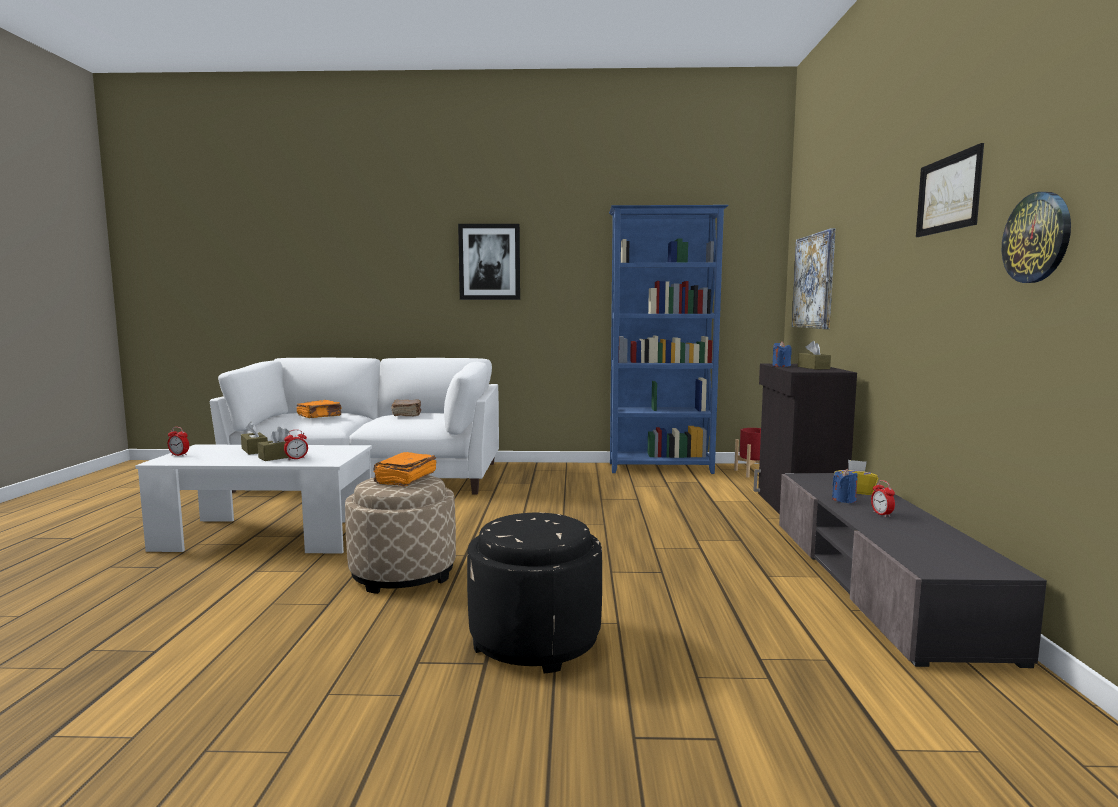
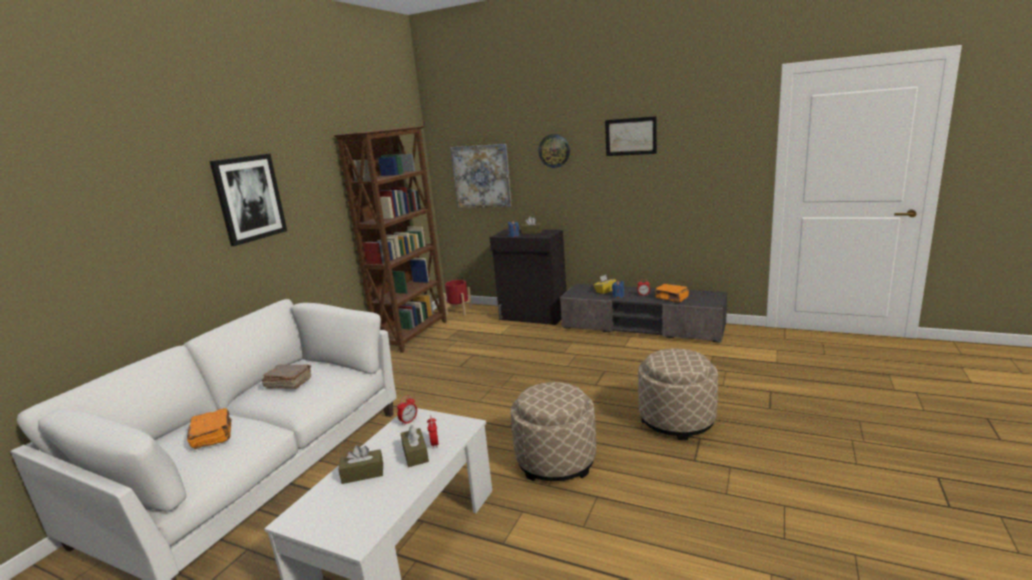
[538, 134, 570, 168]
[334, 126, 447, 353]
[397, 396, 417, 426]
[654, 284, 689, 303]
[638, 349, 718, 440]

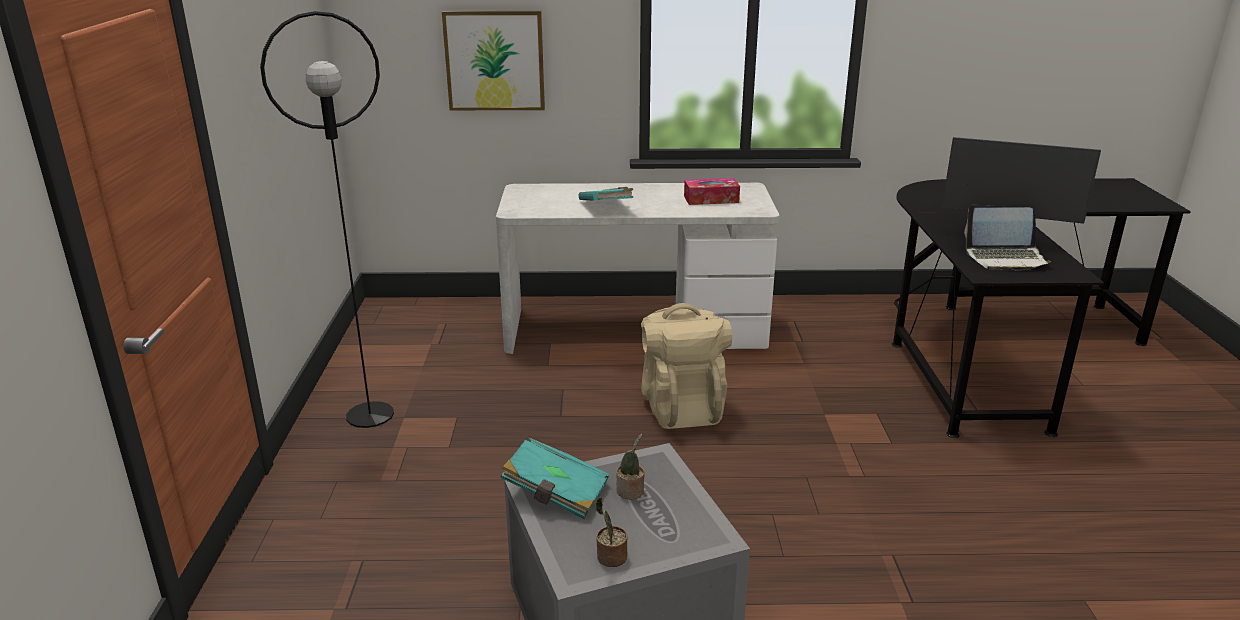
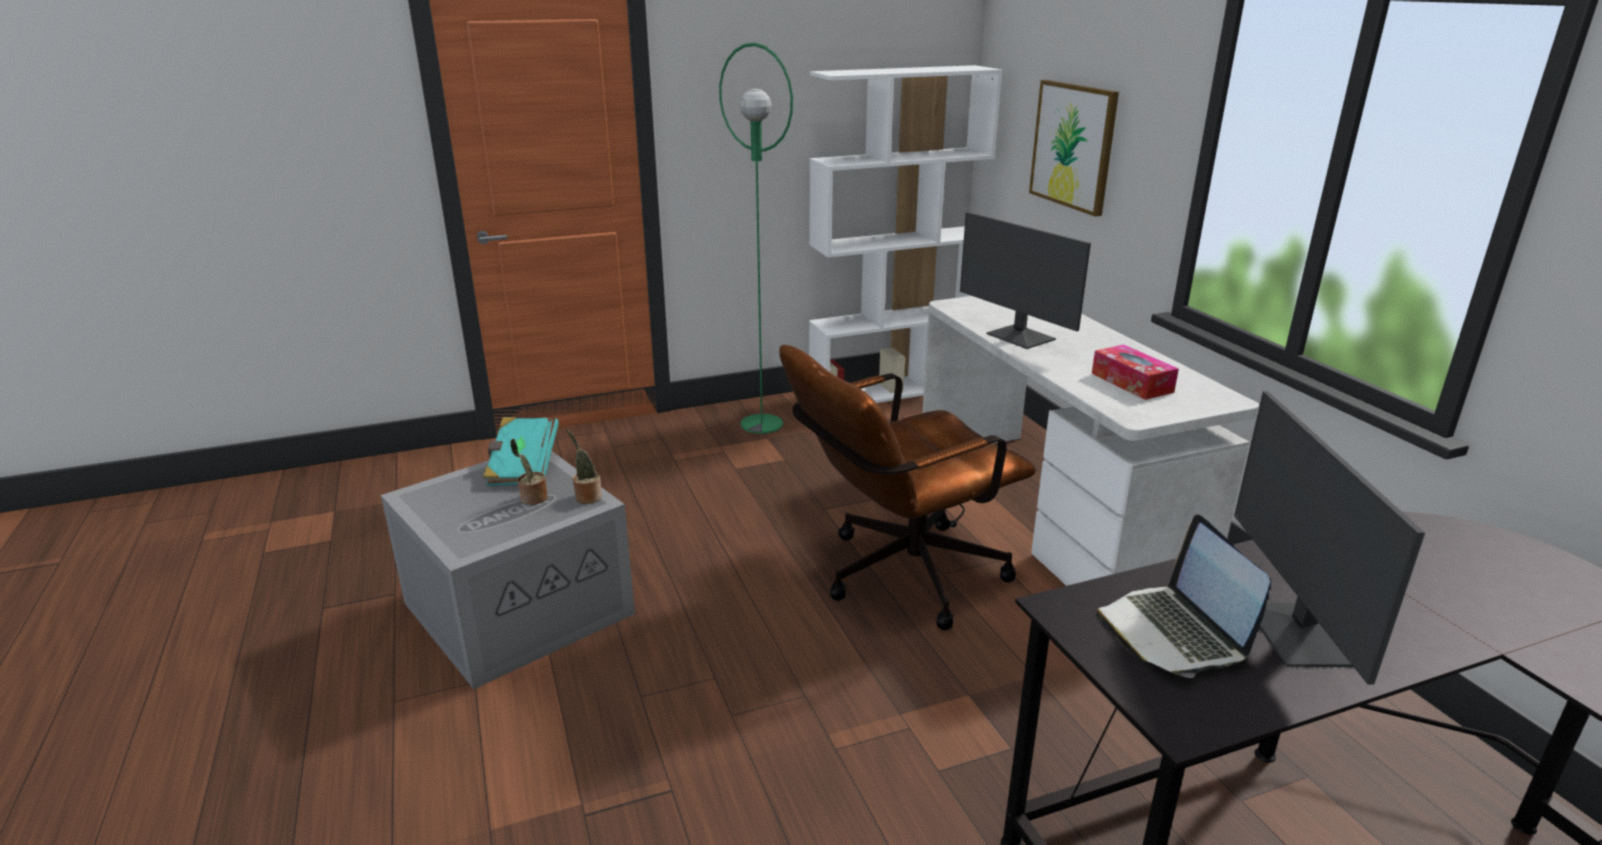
[719, 43, 793, 434]
[960, 212, 1091, 349]
[779, 345, 1036, 630]
[566, 430, 602, 504]
[809, 65, 1002, 403]

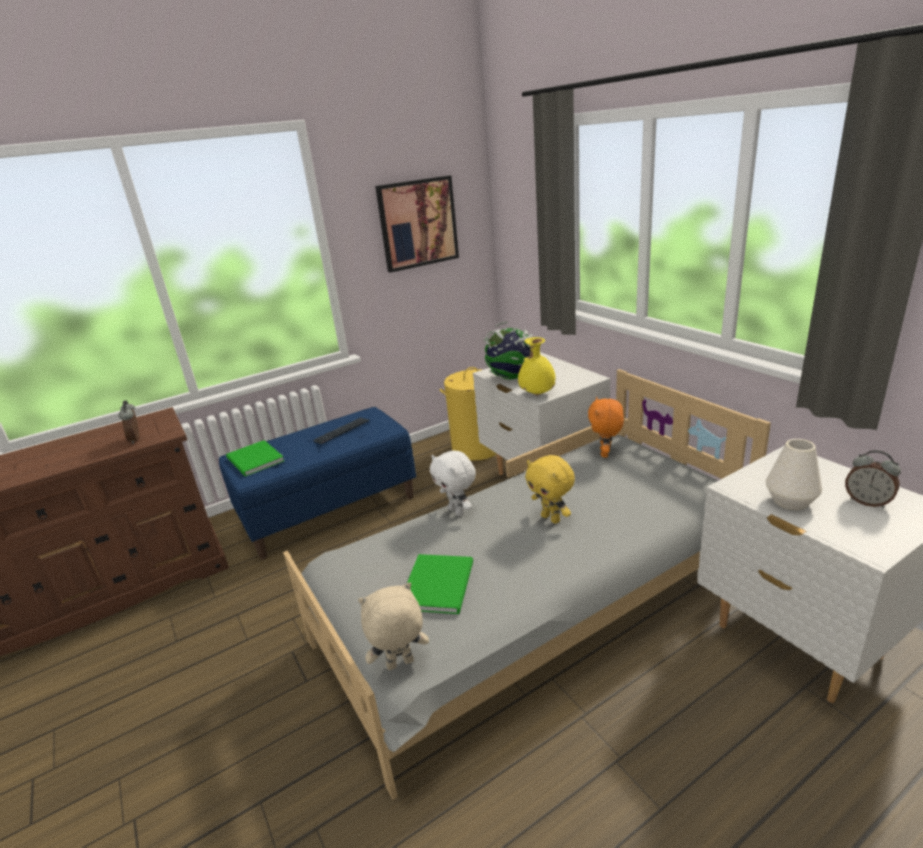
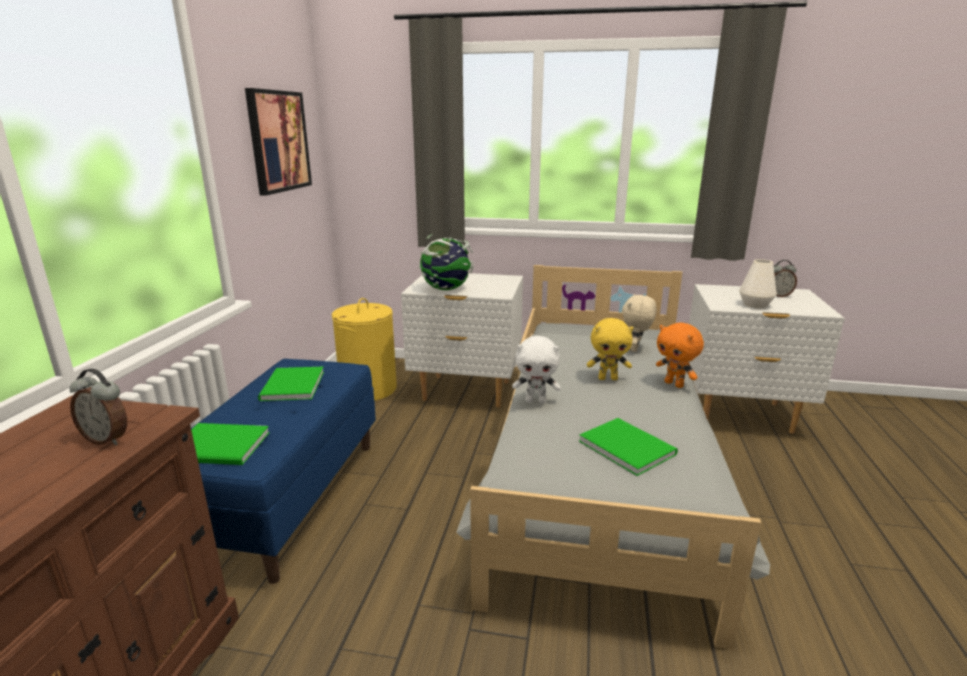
[518, 337, 556, 396] (first image)
[656, 322, 704, 388]
[258, 367, 324, 401]
[622, 294, 657, 352]

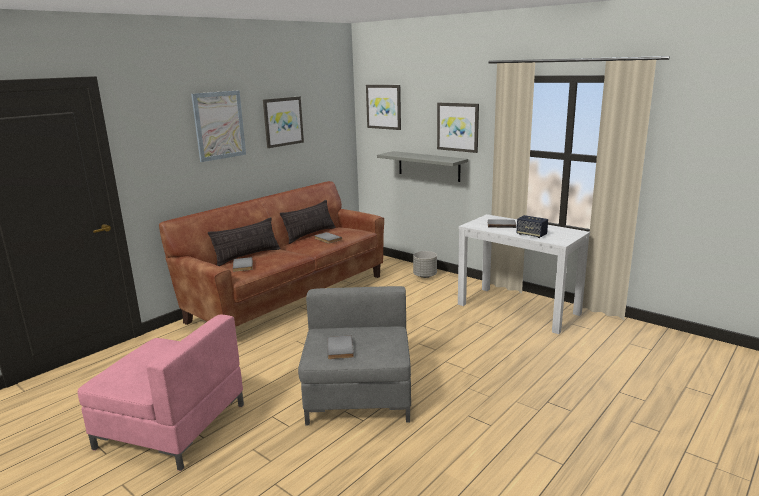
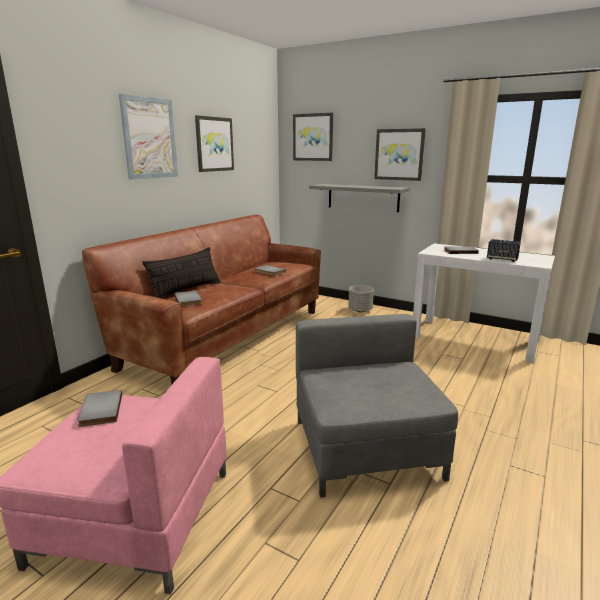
[280, 200, 336, 244] (first image)
[77, 390, 122, 427]

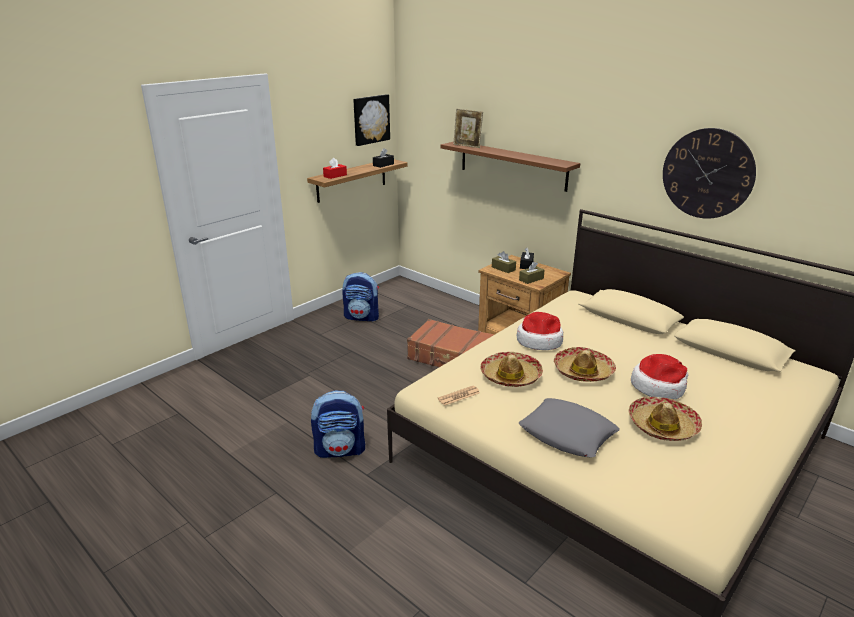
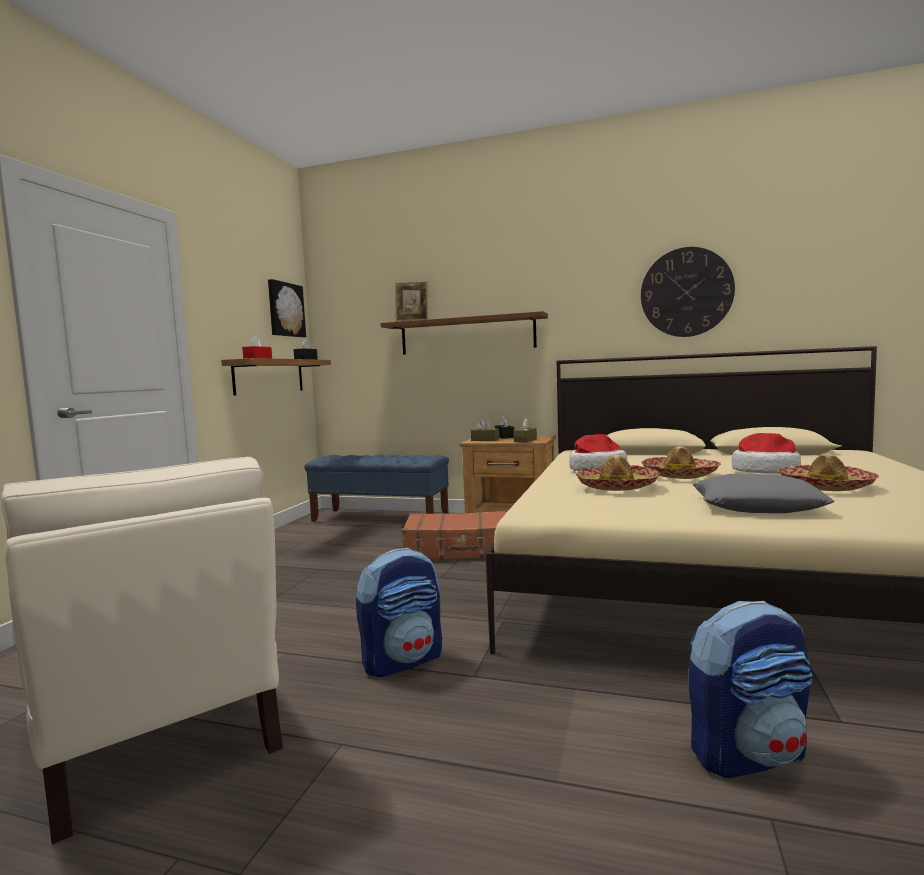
[689, 601, 813, 778]
[438, 385, 480, 406] (first image)
[304, 454, 449, 522]
[1, 457, 283, 844]

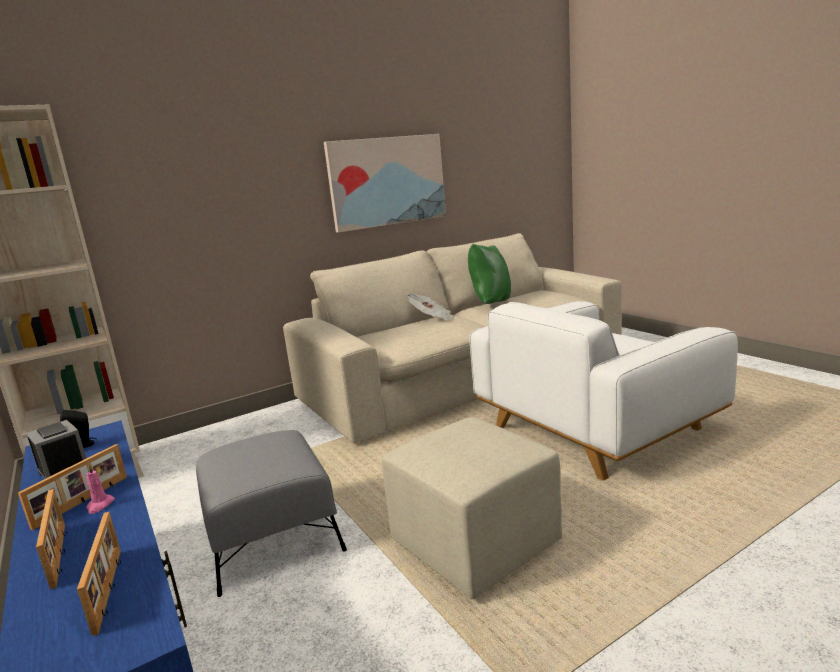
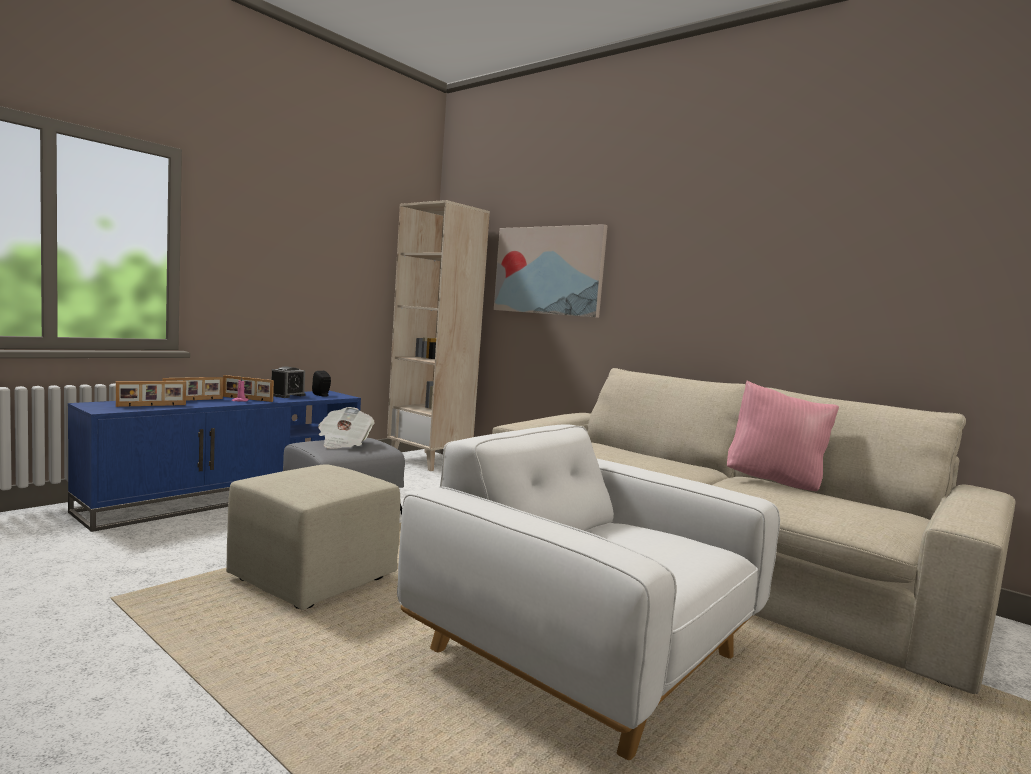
[494, 224, 607, 318]
[727, 381, 839, 491]
[318, 407, 375, 449]

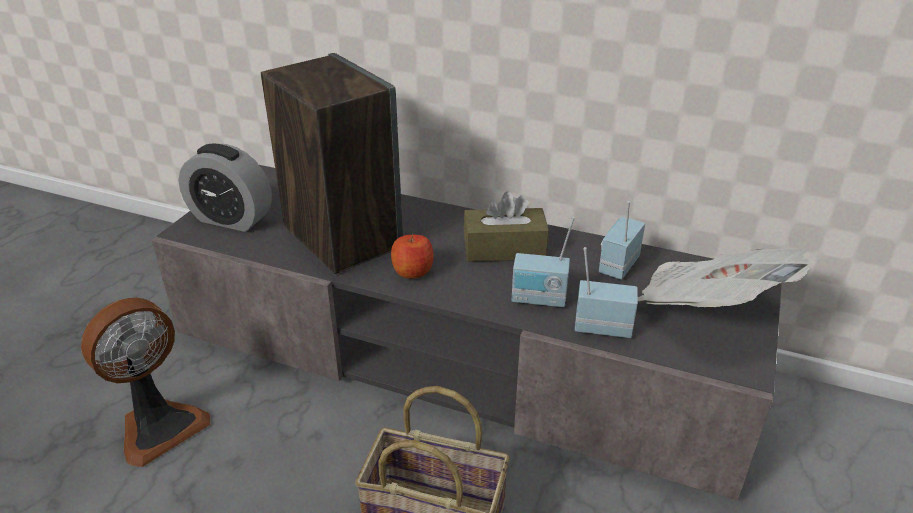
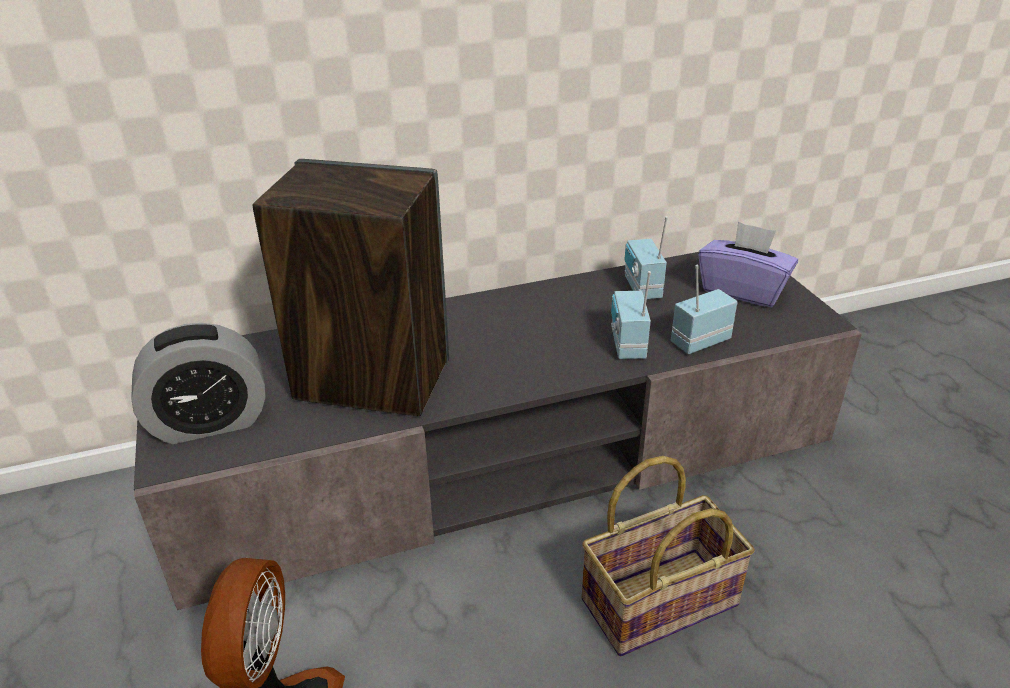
[463, 191, 549, 262] (first image)
[611, 271, 651, 359]
[391, 234, 434, 279] (first image)
[698, 222, 798, 307]

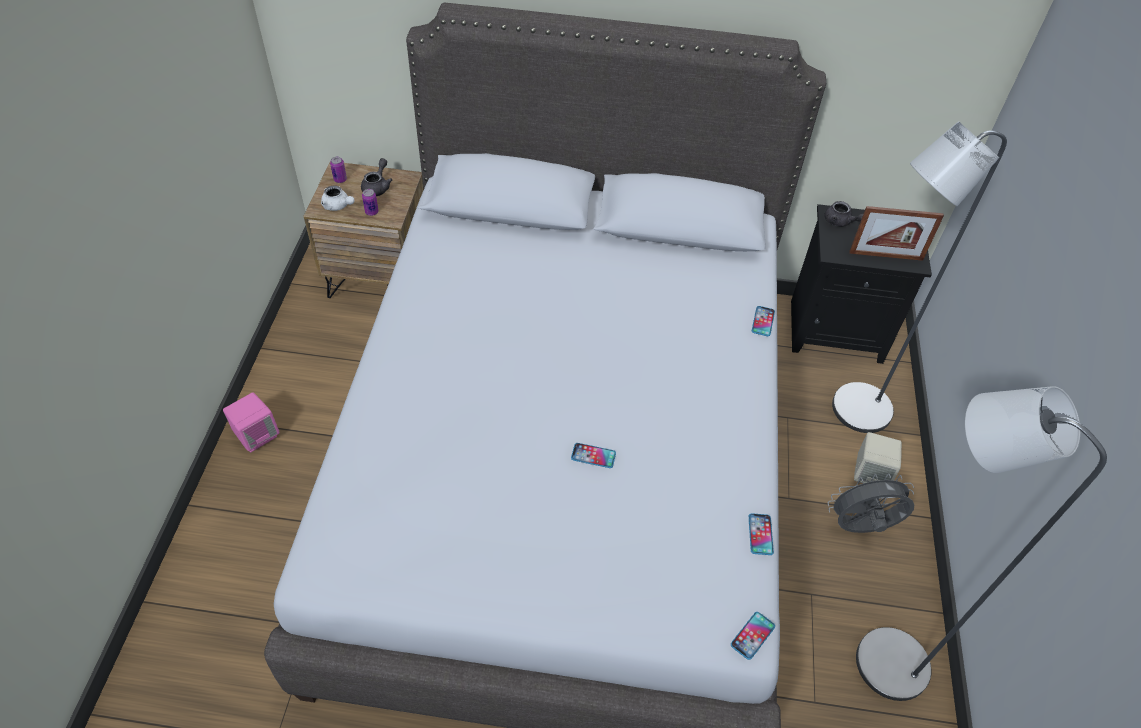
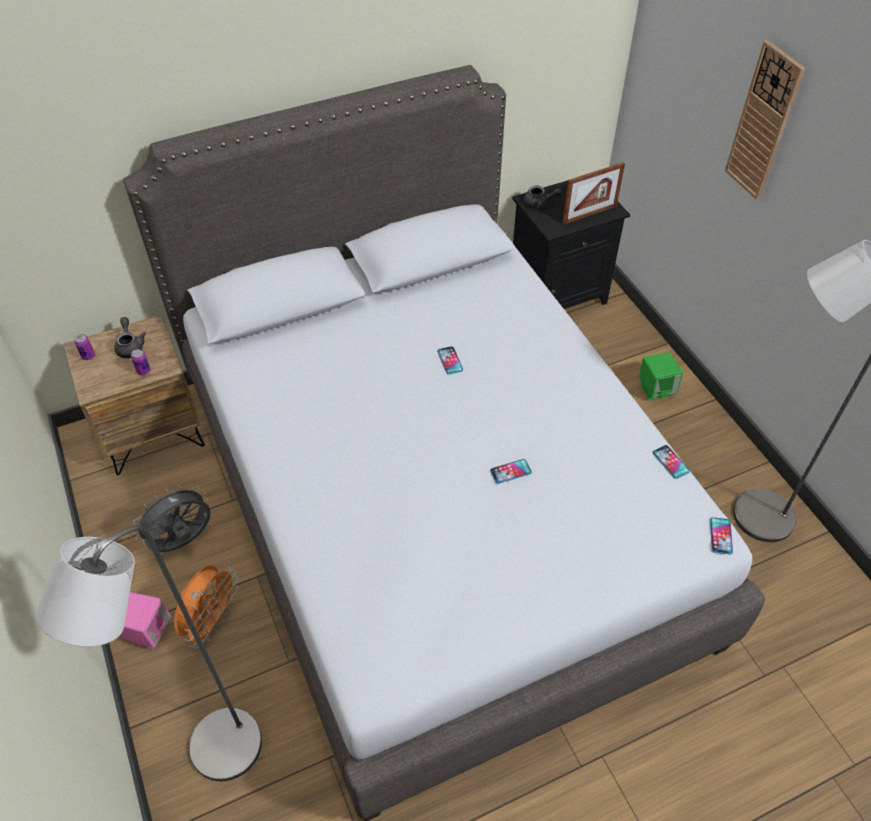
[36, 525, 262, 781]
[321, 185, 355, 211] (first image)
[437, 346, 463, 374]
[639, 352, 683, 400]
[133, 485, 211, 552]
[725, 40, 805, 200]
[174, 565, 238, 649]

